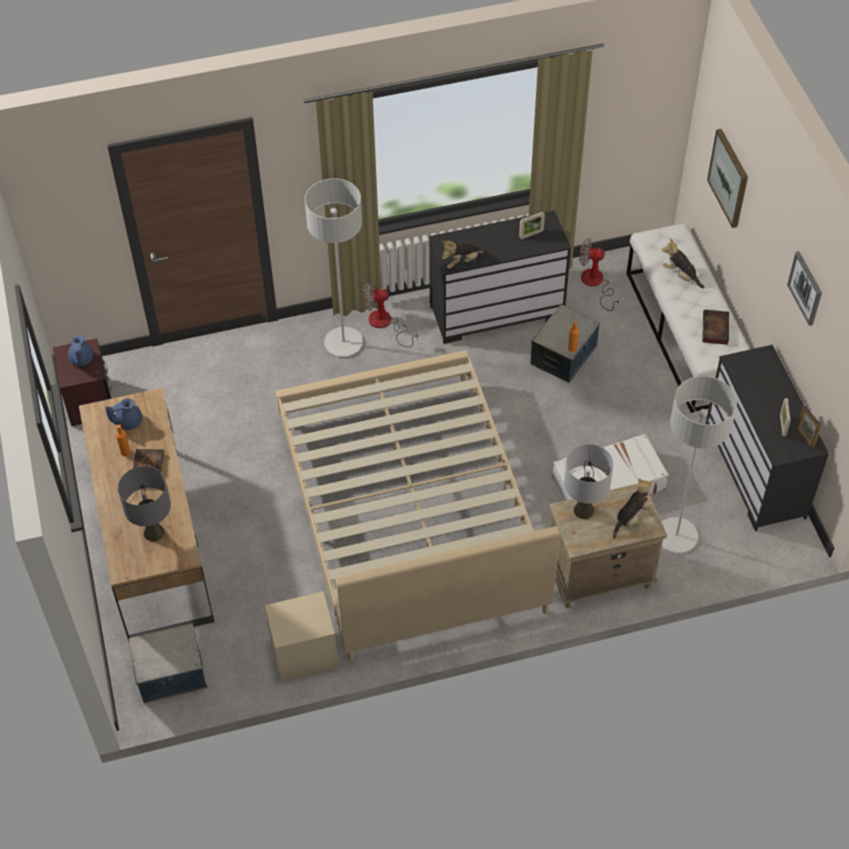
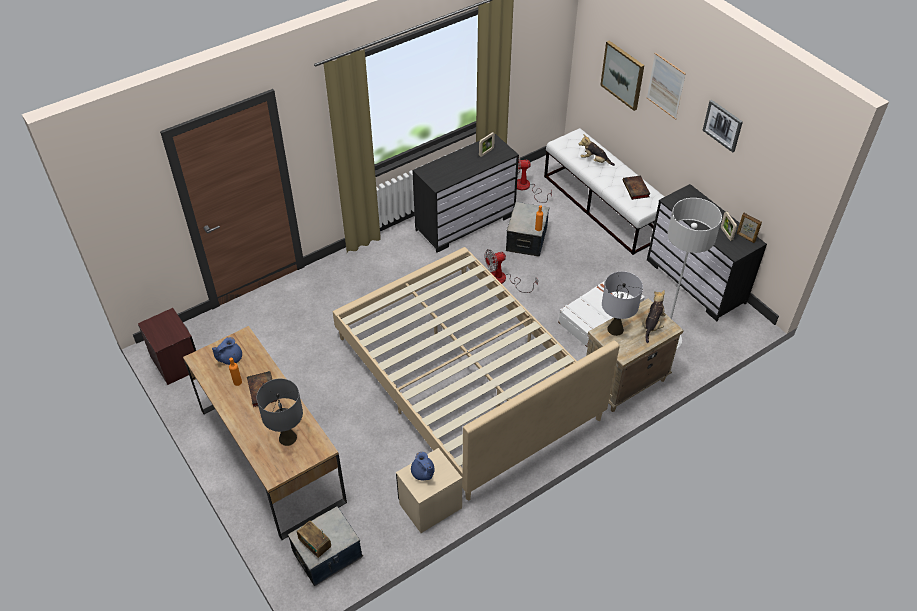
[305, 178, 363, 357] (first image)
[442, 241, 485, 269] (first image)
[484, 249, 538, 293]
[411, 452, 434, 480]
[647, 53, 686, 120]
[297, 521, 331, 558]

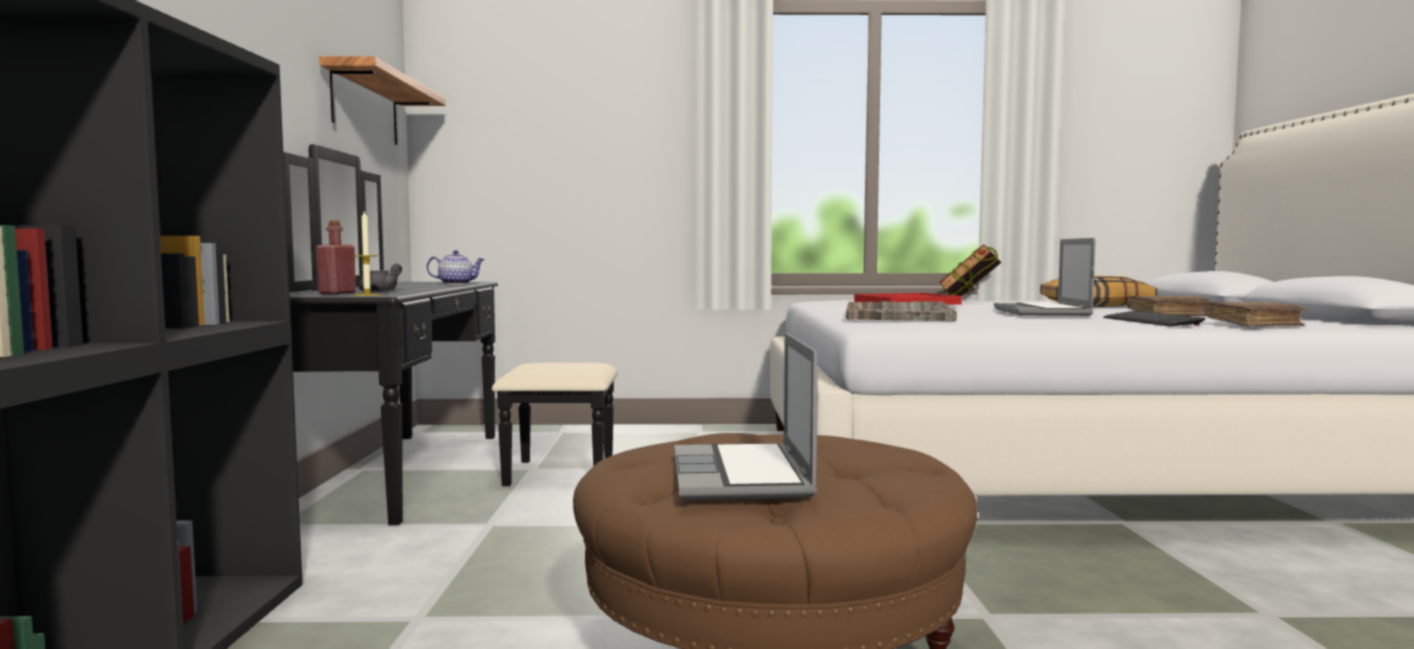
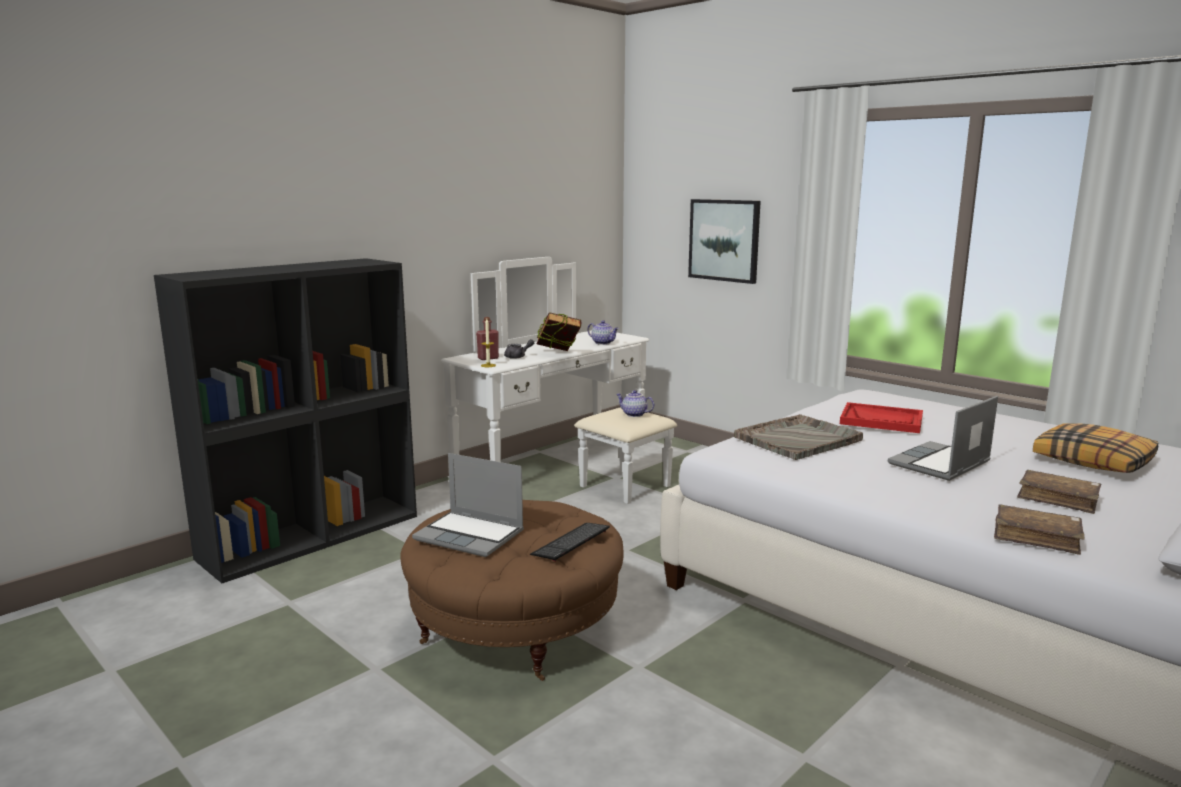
[319, 56, 445, 145] (first image)
[441, 257, 677, 504]
[537, 312, 581, 351]
[530, 523, 610, 562]
[412, 453, 524, 557]
[688, 199, 761, 284]
[616, 390, 654, 417]

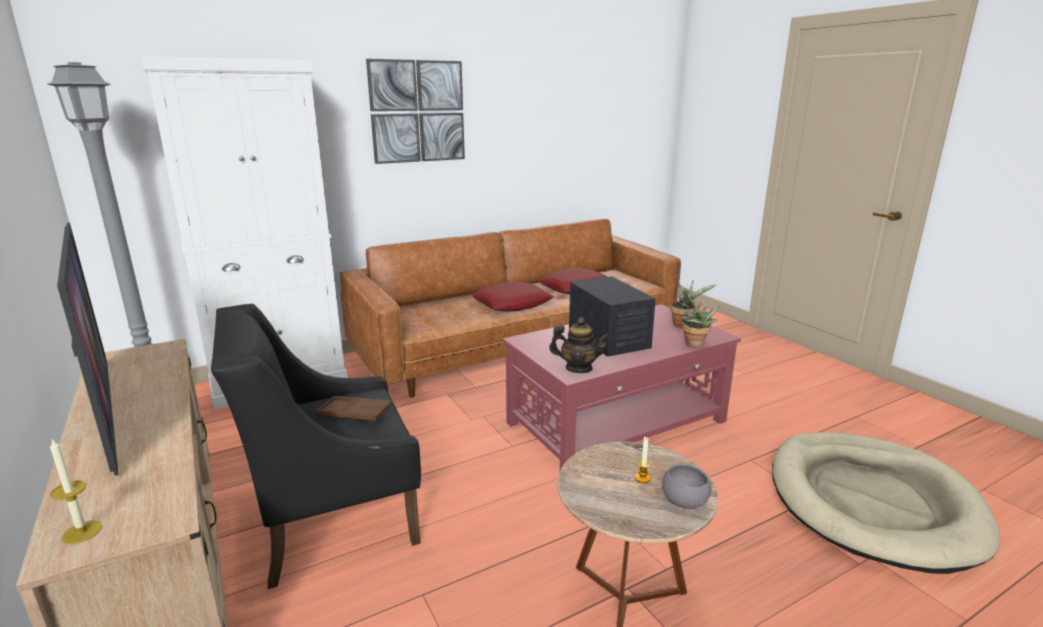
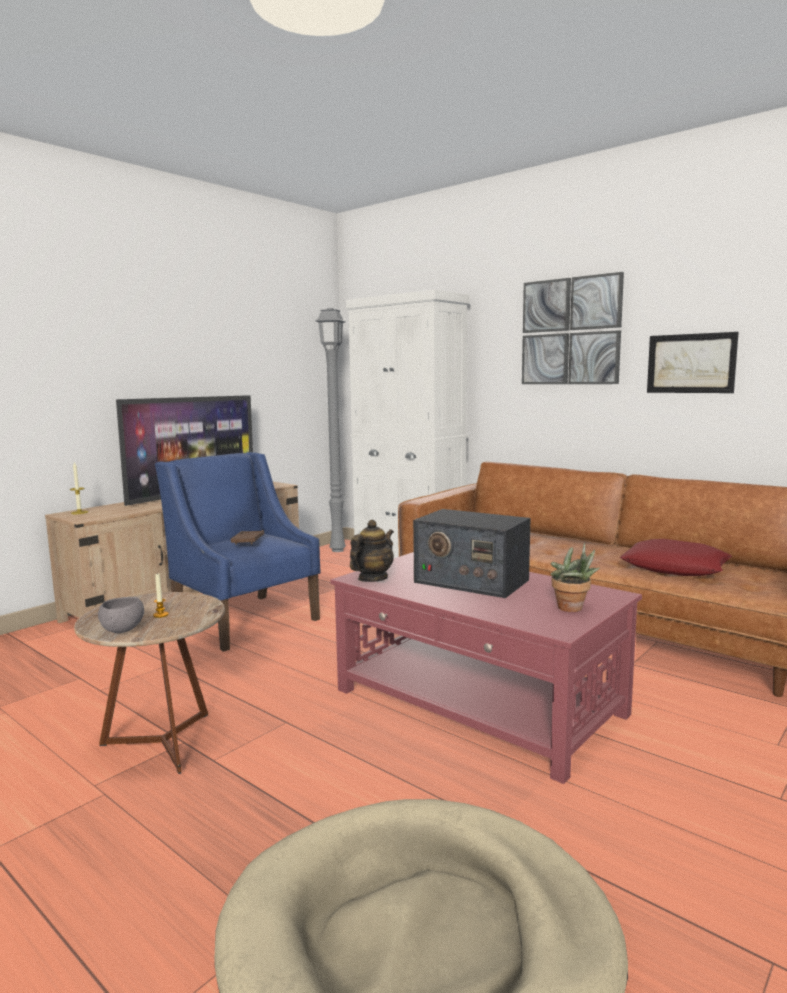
[413, 509, 530, 598]
[471, 282, 554, 312] (first image)
[680, 300, 719, 348] (first image)
[155, 452, 321, 652]
[350, 520, 394, 582]
[647, 332, 739, 393]

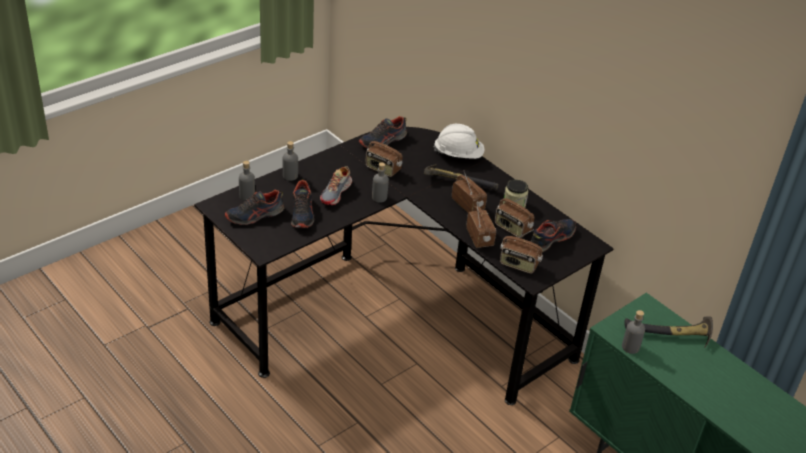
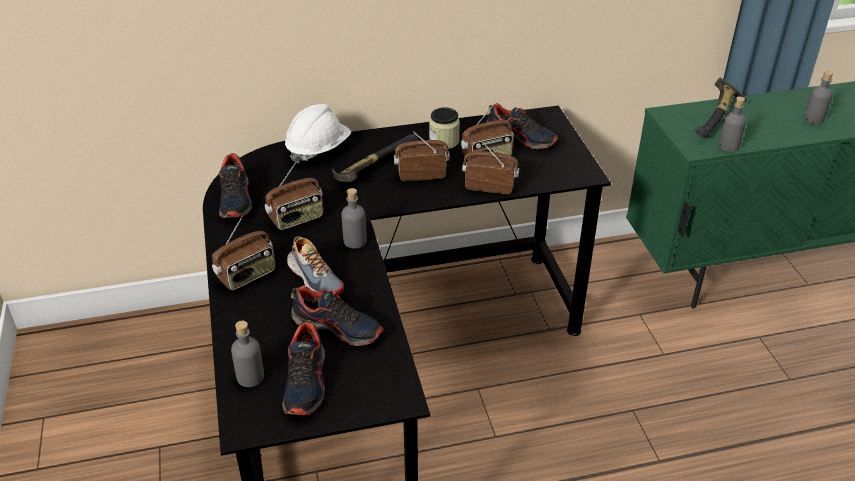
[804, 71, 833, 124]
[487, 103, 558, 149]
[212, 217, 276, 291]

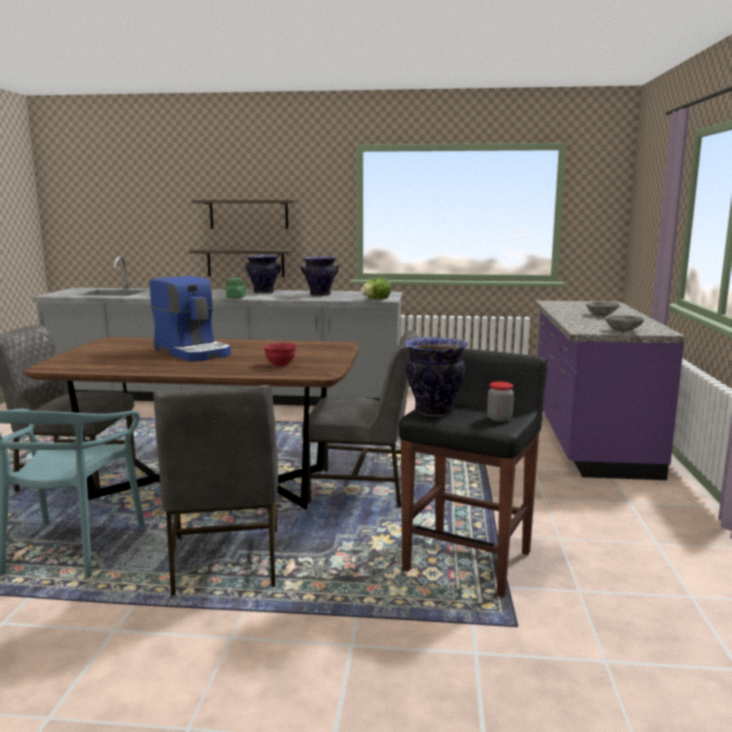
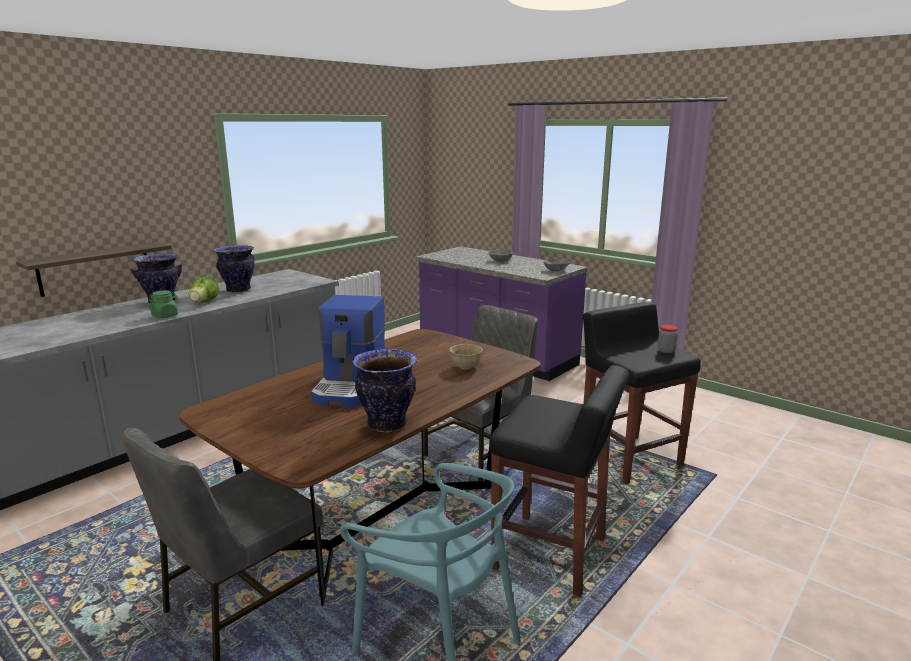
[191, 200, 298, 229] (first image)
[311, 295, 385, 407]
[189, 276, 219, 303]
[352, 348, 418, 432]
[449, 344, 483, 369]
[489, 365, 629, 597]

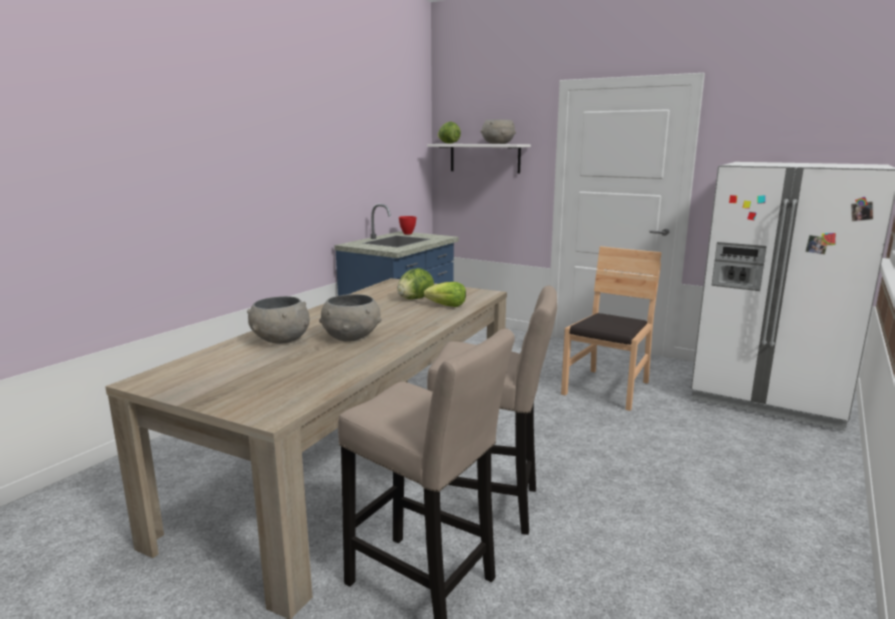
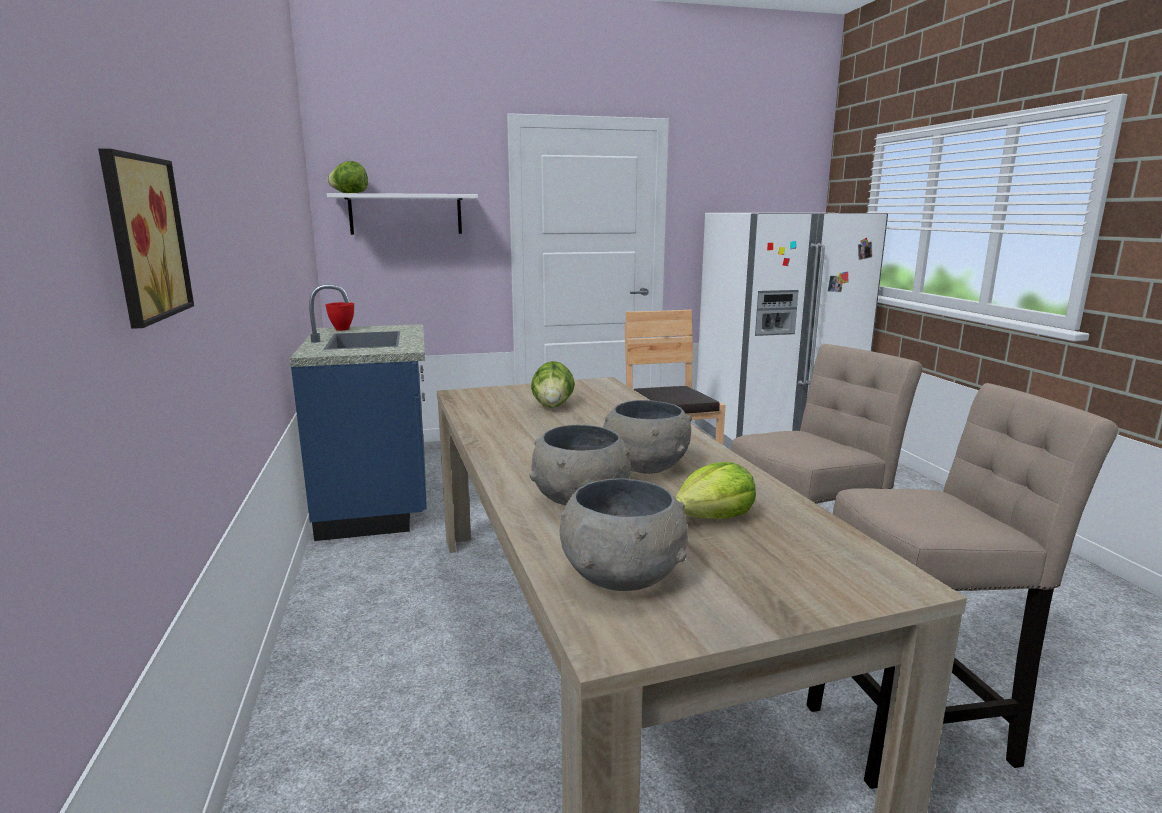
[560, 478, 688, 591]
[675, 462, 756, 519]
[98, 148, 194, 329]

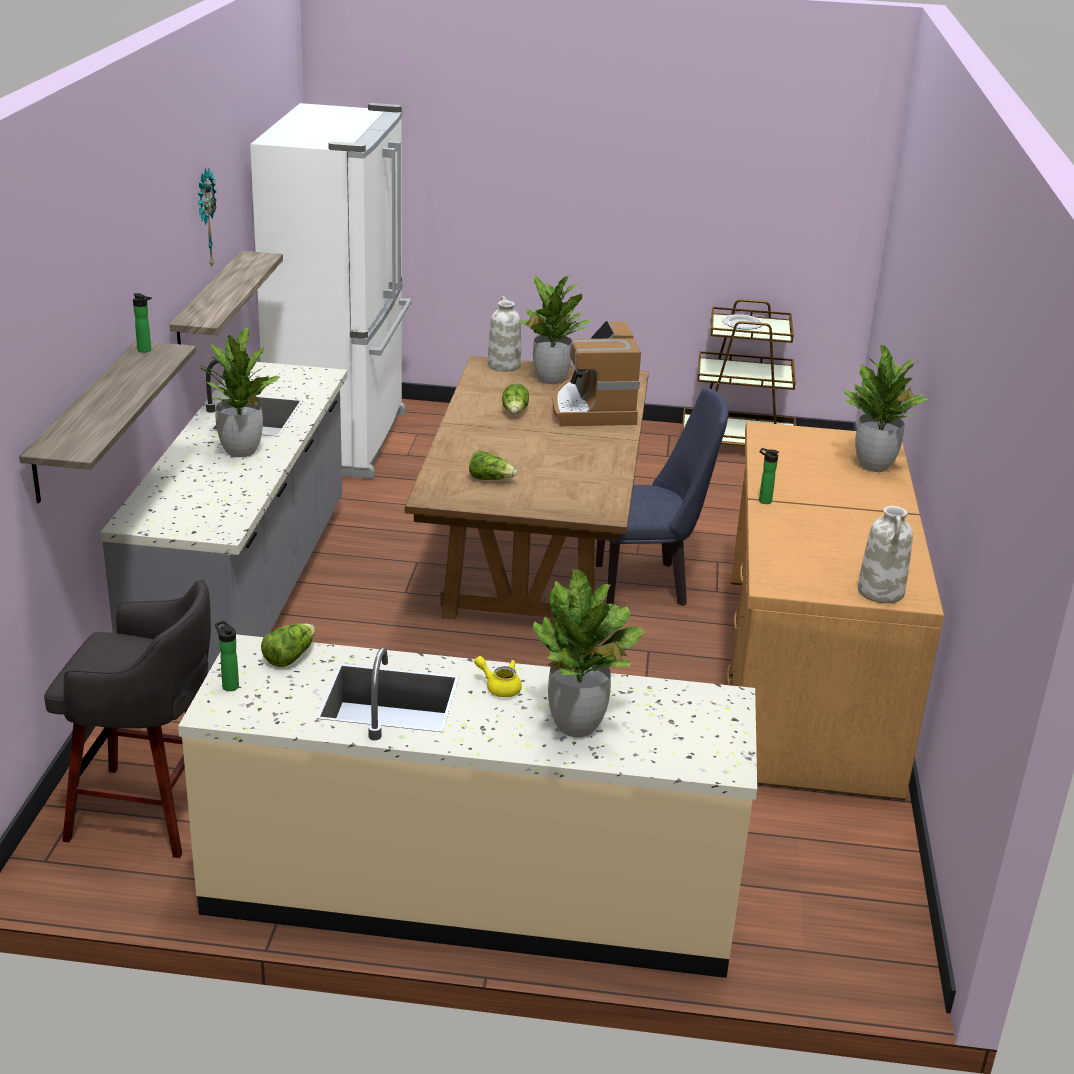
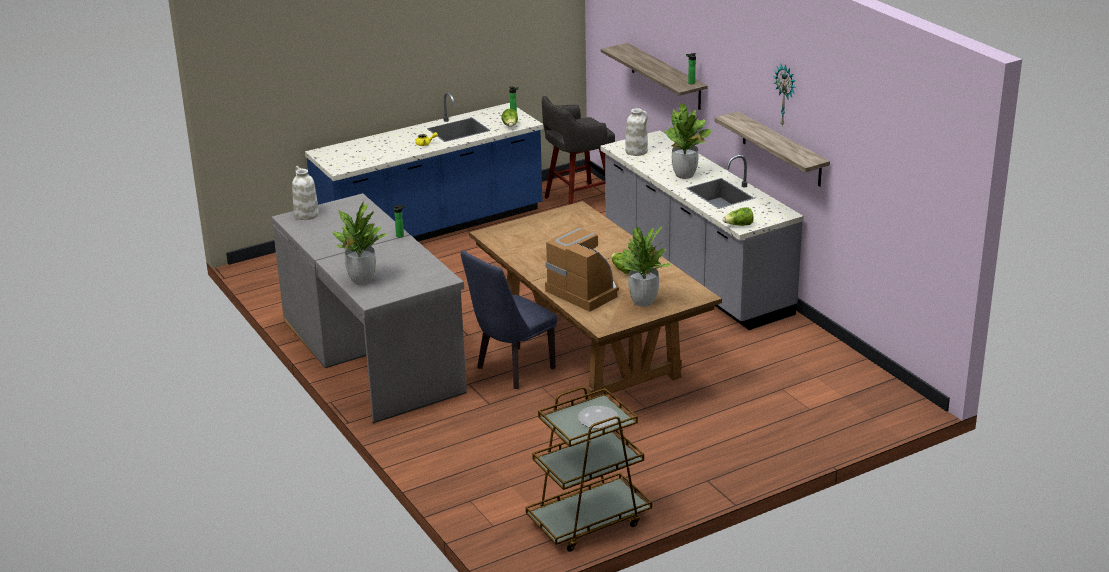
[250, 103, 412, 479] (first image)
[625, 108, 648, 156]
[271, 193, 467, 423]
[723, 207, 754, 226]
[533, 569, 646, 737] (first image)
[305, 92, 543, 242]

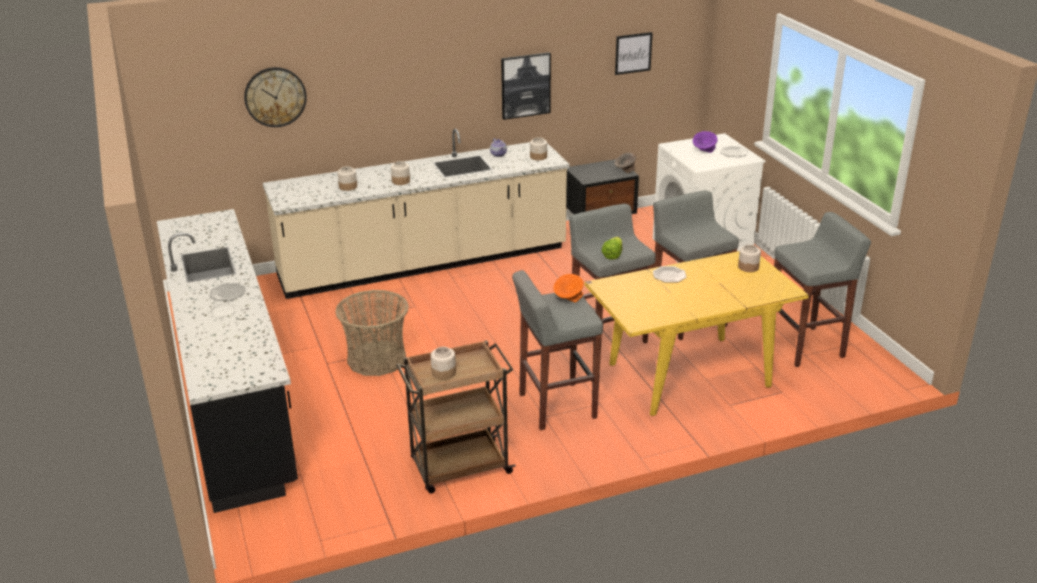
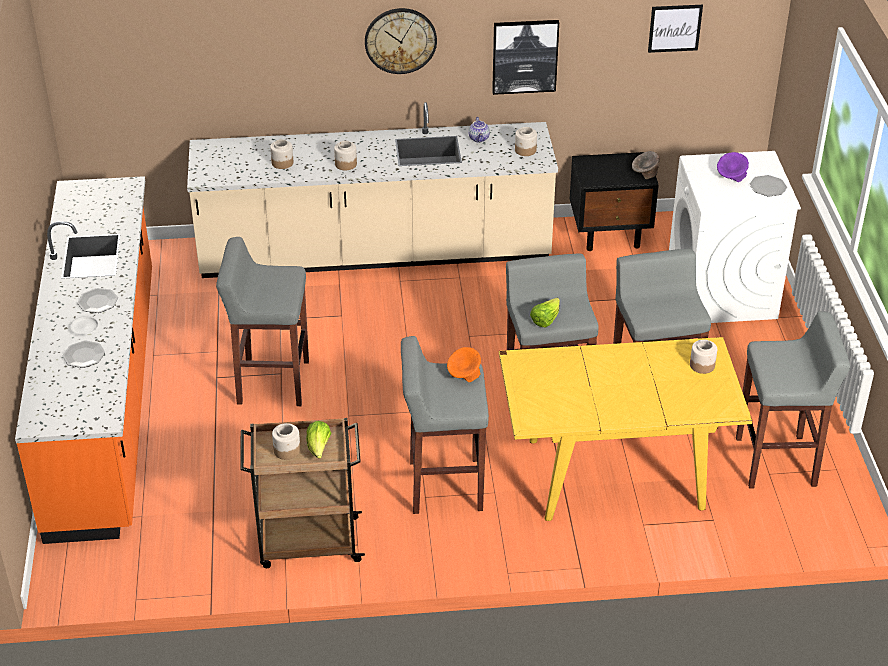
[365, 8, 437, 74]
[15, 176, 152, 544]
[63, 340, 105, 368]
[216, 237, 309, 406]
[306, 421, 331, 459]

